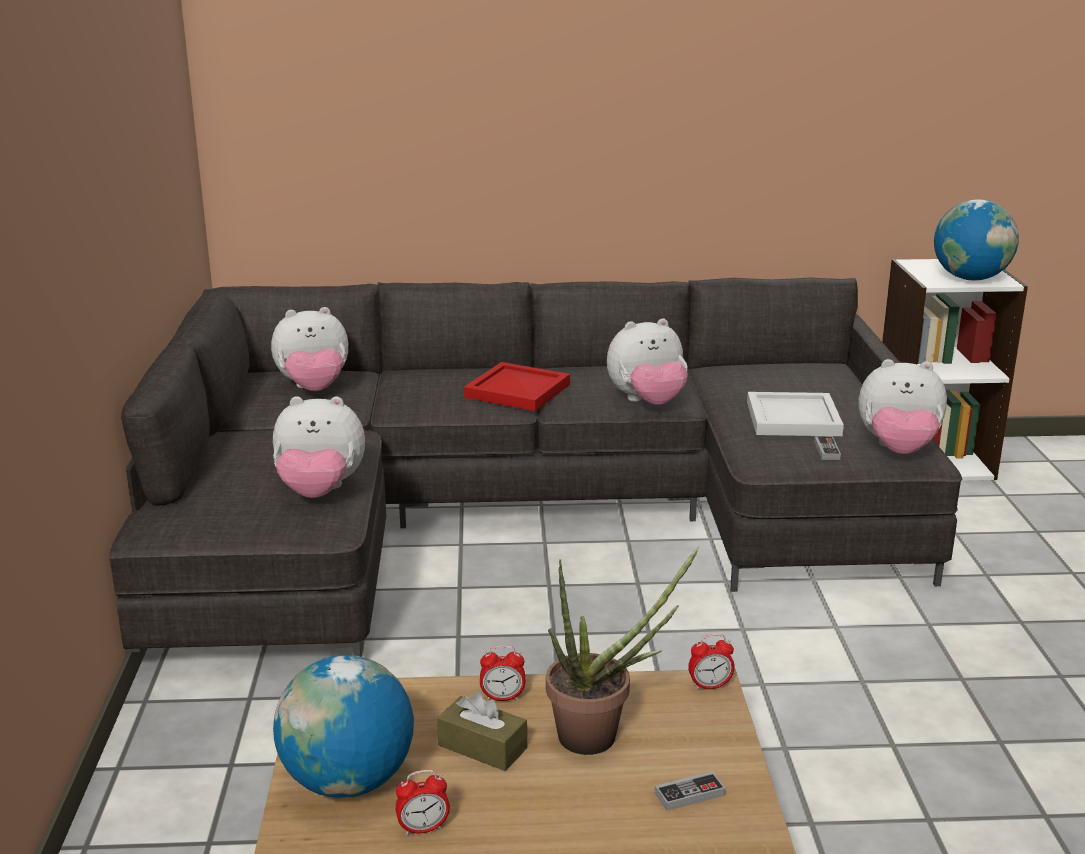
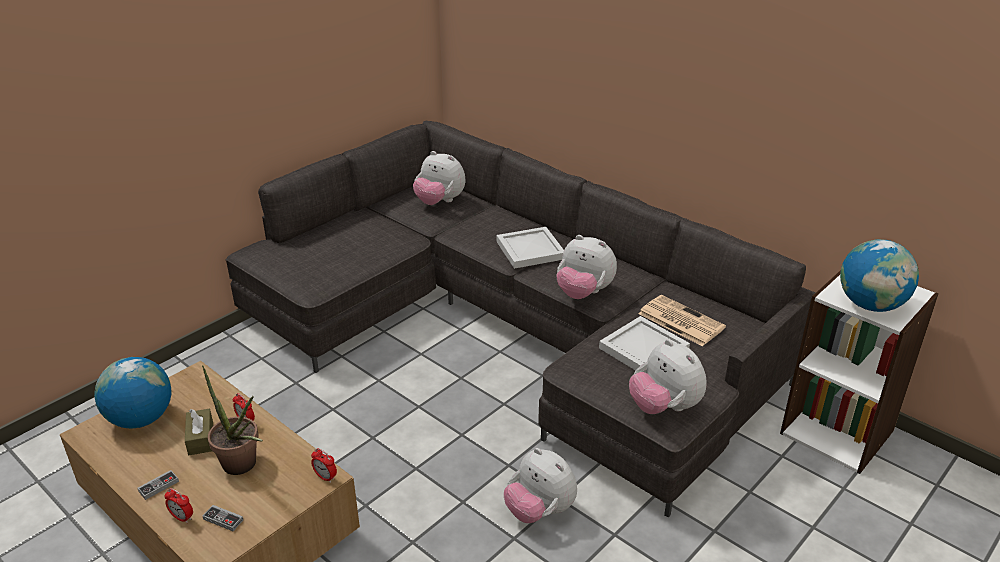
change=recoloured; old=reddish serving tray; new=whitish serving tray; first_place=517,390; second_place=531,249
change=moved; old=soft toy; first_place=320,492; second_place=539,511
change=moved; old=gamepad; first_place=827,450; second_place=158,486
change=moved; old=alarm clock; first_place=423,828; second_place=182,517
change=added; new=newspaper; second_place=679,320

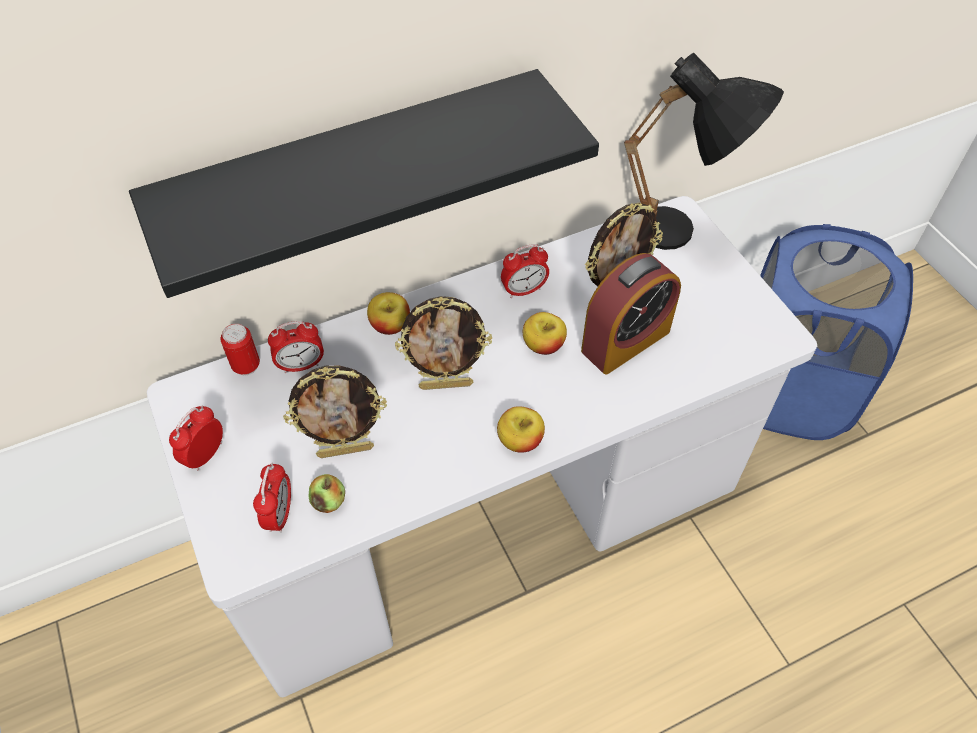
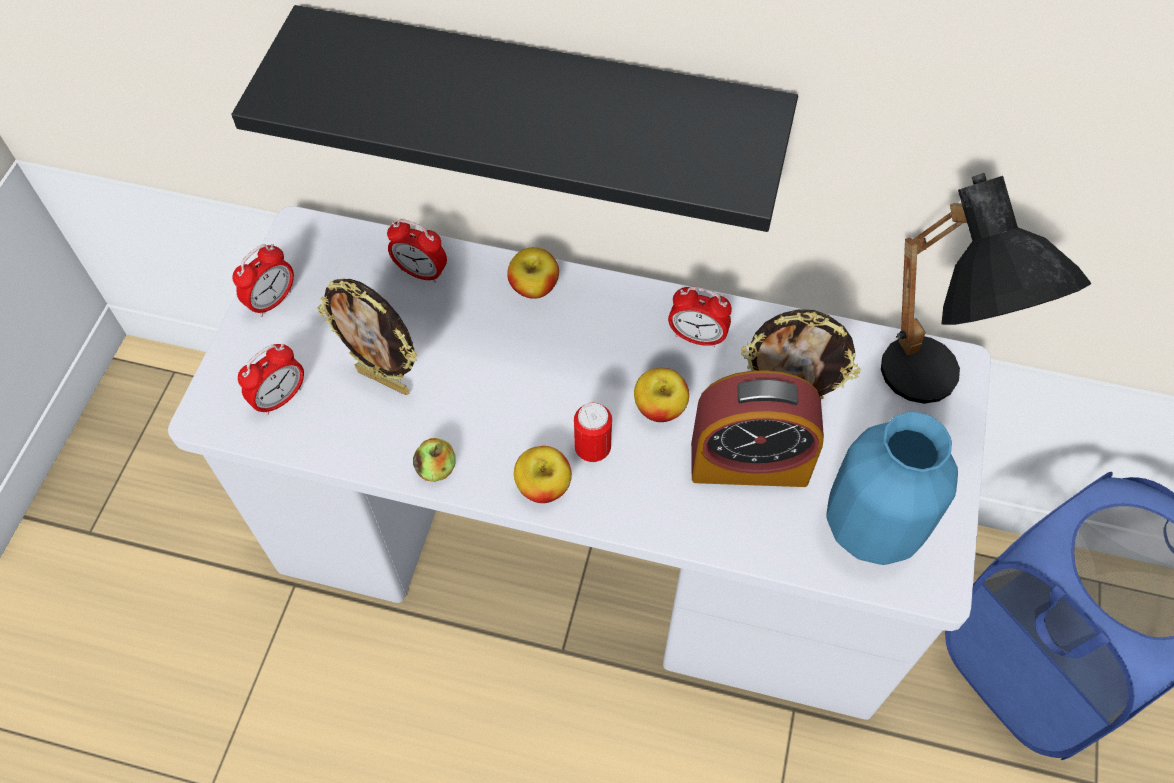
change=removed; old=photo frame; first_place=446,384
change=moved; old=can; first_place=246,366; second_place=592,449
change=turned; old=alarm clock; first_place=205,455; second_place=272,301; degrees=150
change=moved; old=whole apple; first_place=329,501; second_place=437,469
change=added; new=blue decorative vase; second_place=871,524

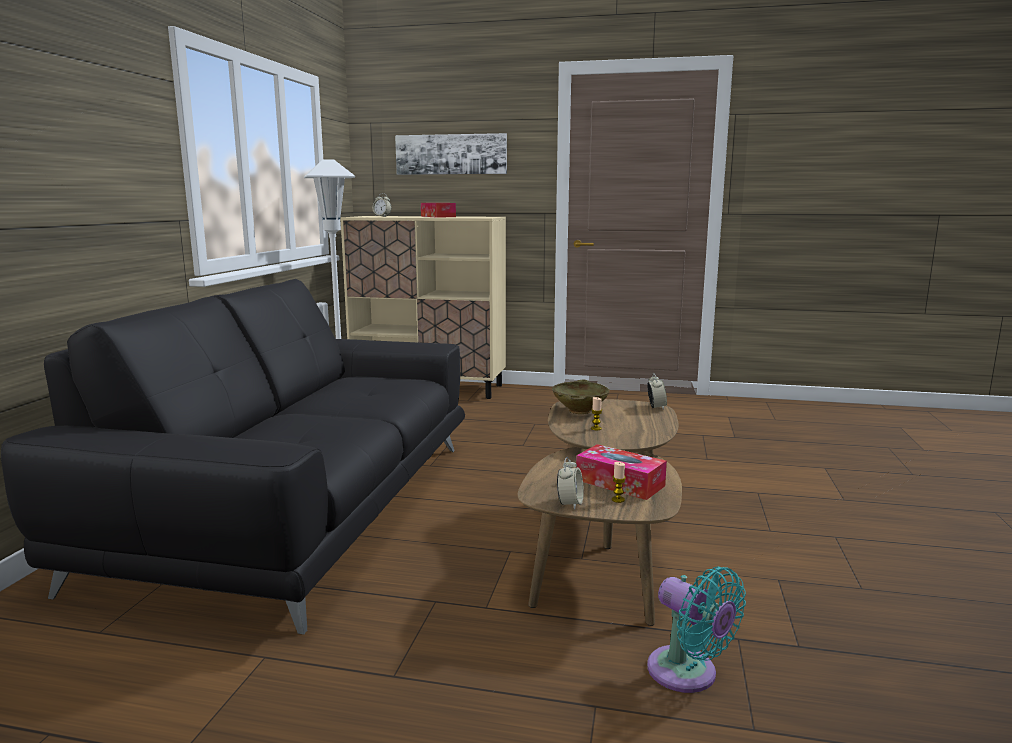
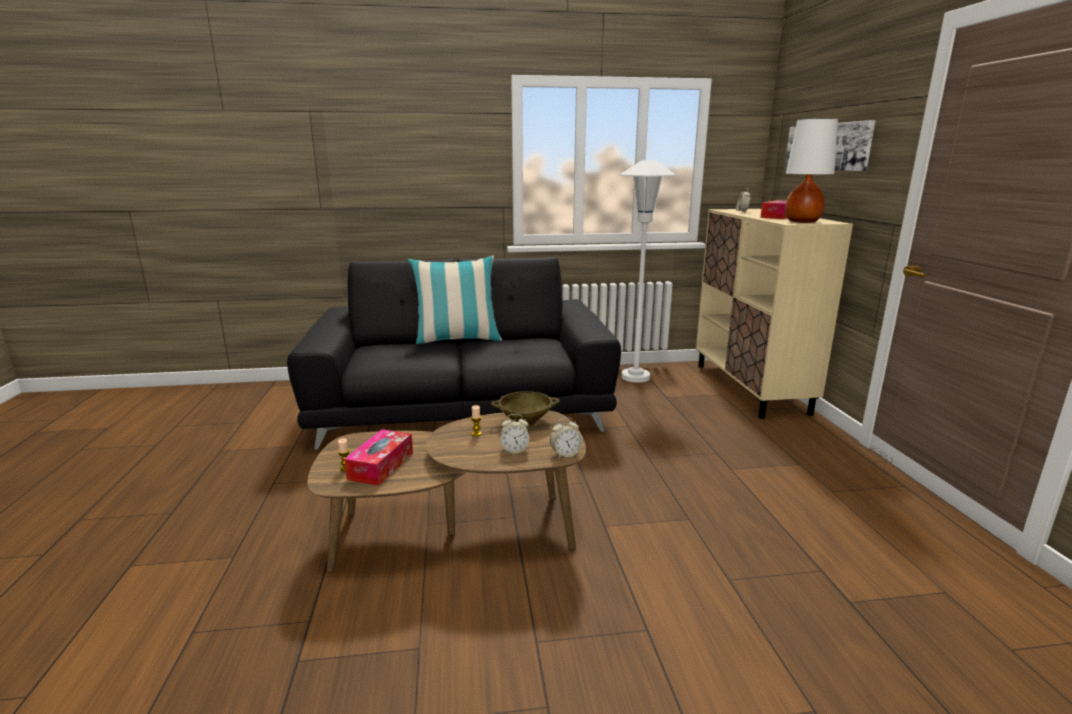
change=moved; old=alarm clock; first_place=570,504; second_place=514,450
change=removed; old=turquoise electric fan; first_place=688,674
change=added; new=whitish tabletop lamp; second_place=802,222
change=added; new=pillow; second_place=457,339

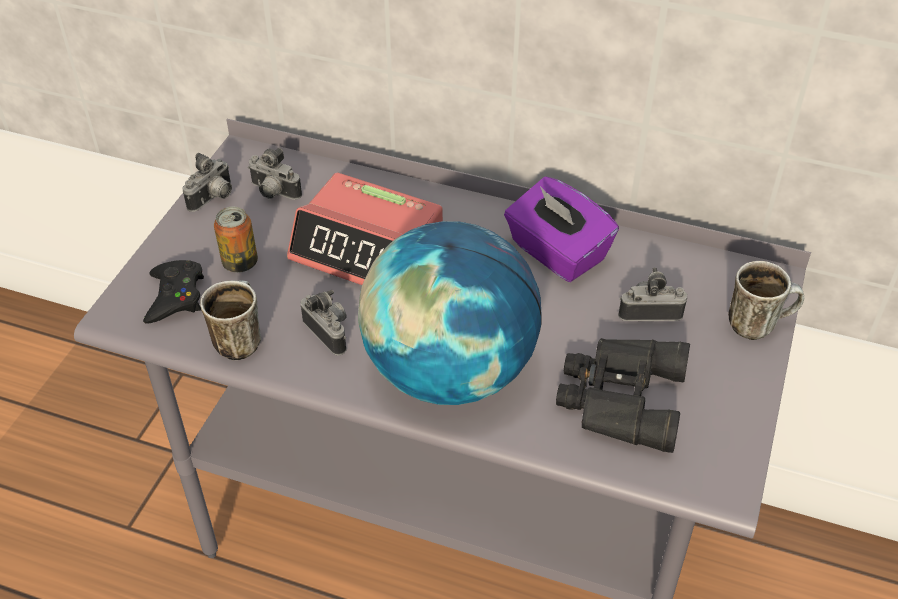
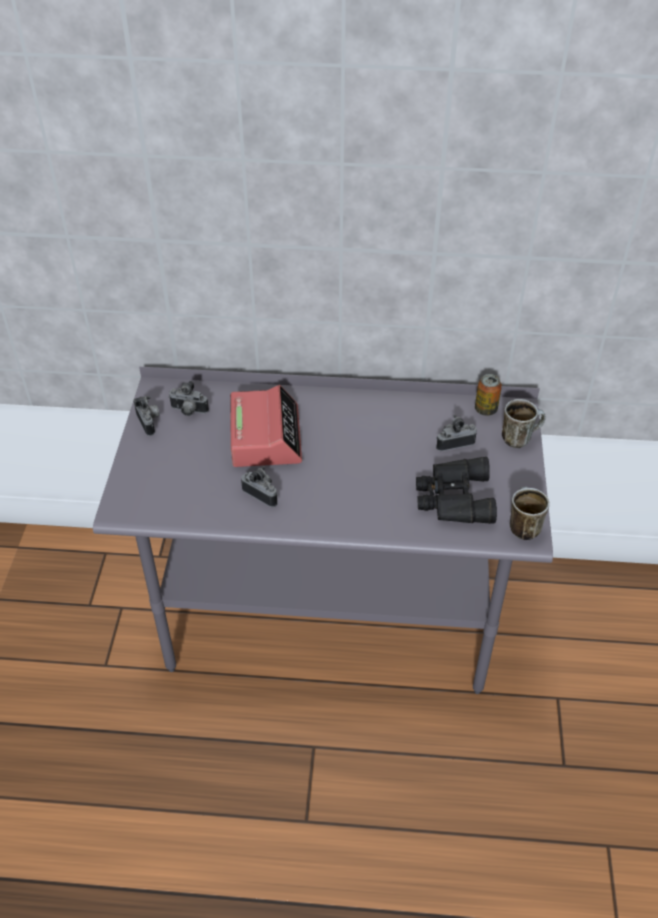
change=turned; old=still camera; first_place=214,199; second_place=149,422; degrees=-45
change=turned; old=alarm clock; first_place=368,248; second_place=265,436; degrees=-105
change=removed; old=purplish tissue holder; first_place=556,253
change=moved; old=can; first_place=240,263; second_place=485,409
change=removed; old=globe; first_place=450,372
change=removed; old=black-coloured gamepad; first_place=175,296
change=moved; old=coffee mug; first_place=238,339; second_place=521,526

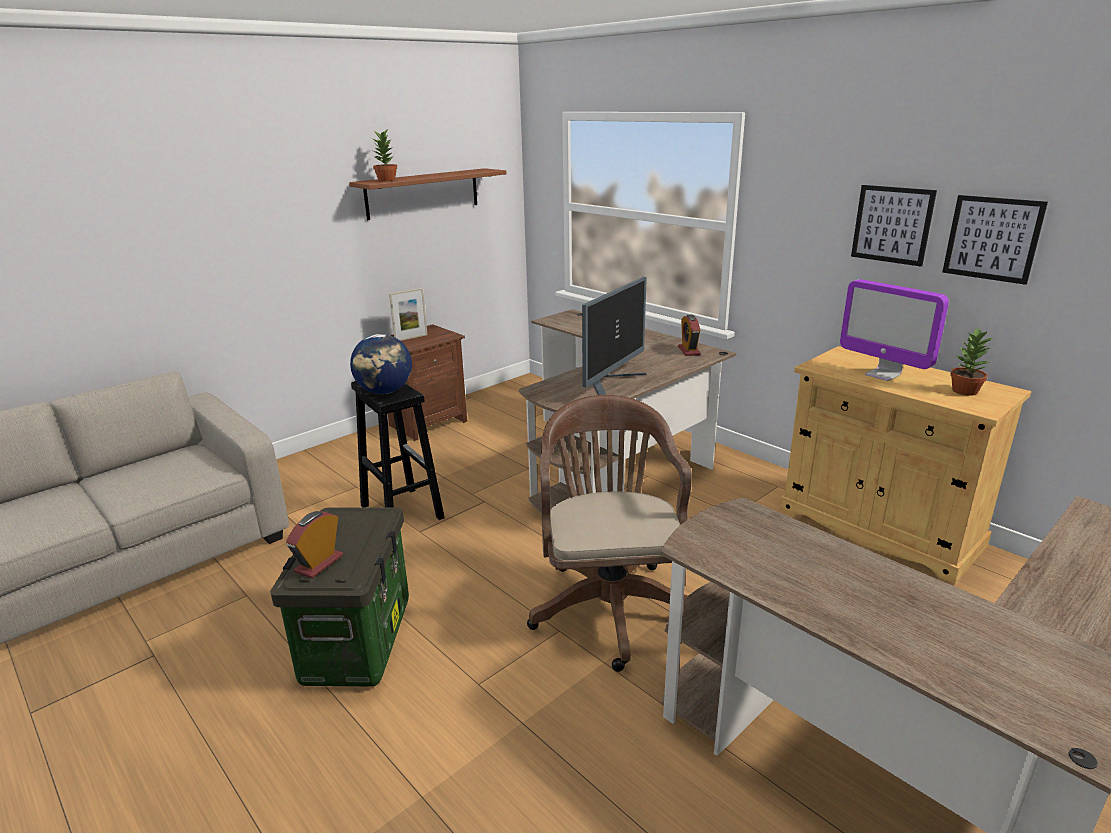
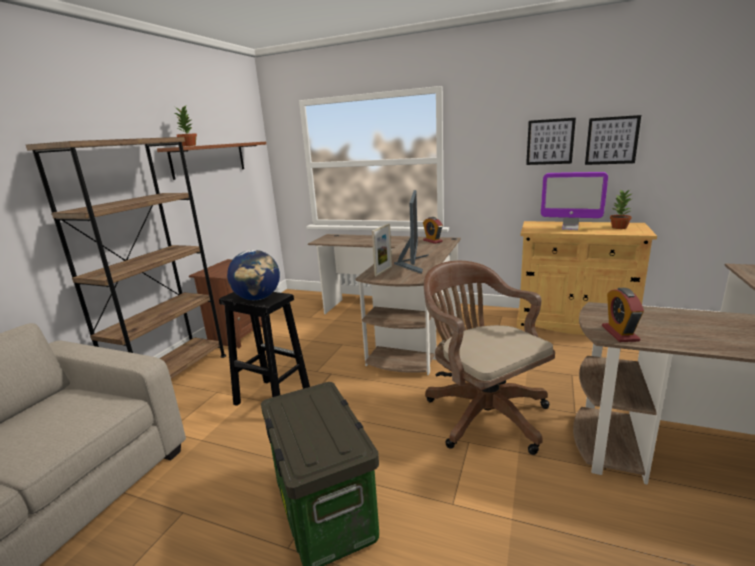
change=moved; old=photo frame; first_place=411,338; second_place=383,271
change=moved; old=alarm clock; first_place=319,564; second_place=620,333
change=added; new=brownish bookshelf; second_place=173,377

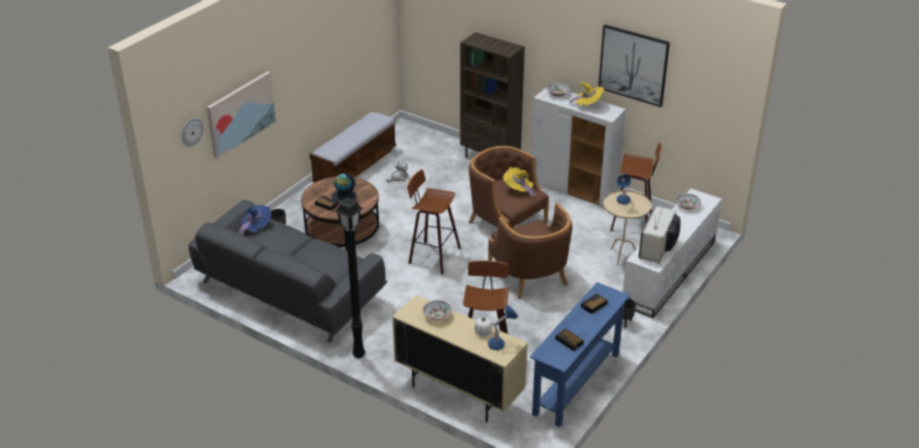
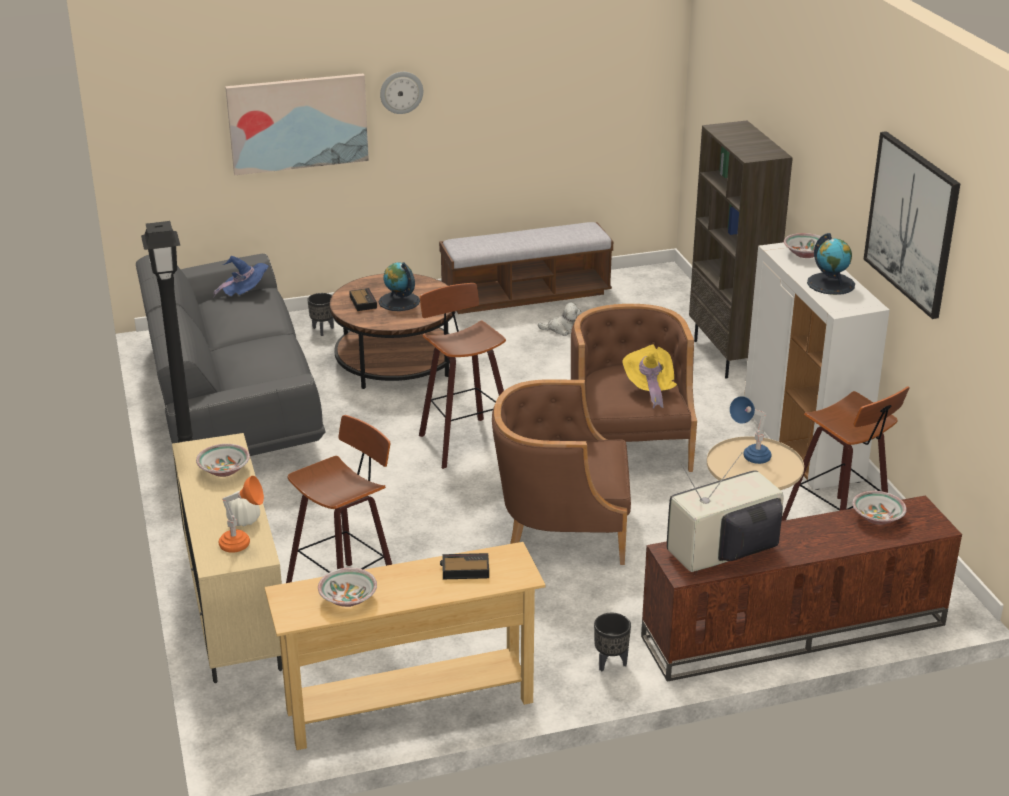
change=replaced; old=yellow-coloured wearable hat; new=globe; first_place=588,105; second_place=831,284
change=moved; old=clock on the wall; first_place=191,131; second_place=401,92
change=recoloured; old=whitish media console; new=brownish media console; first_place=670,273; second_place=793,632
change=turned; old=brownish easy chair; first_place=530,275; second_place=562,527; degrees=75
change=recoloured; old=blue hall table; new=beige-coloured hall table; first_place=577,384; second_place=410,707
change=recoloured; old=blue tabletop lamp; new=orange tabletop lamp; first_place=501,343; second_place=243,546
change=replaced; old=alarm clock; new=serving bowl; first_place=569,342; second_place=348,599

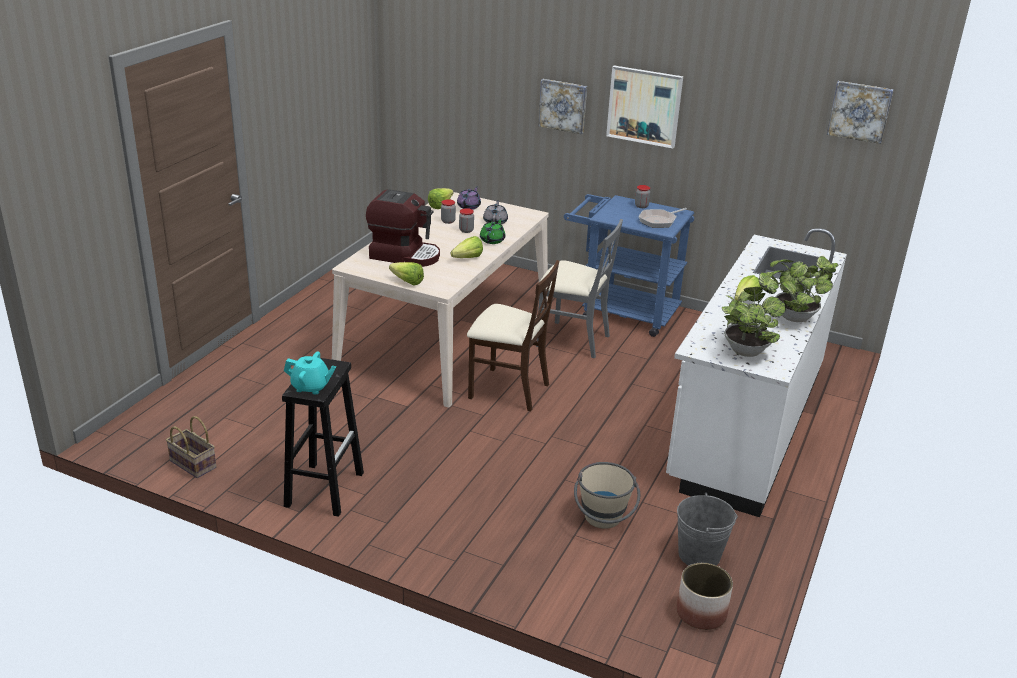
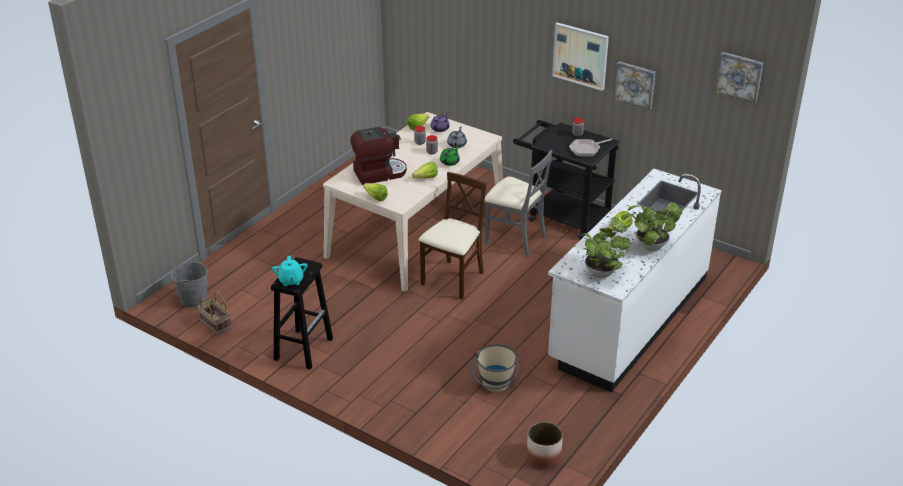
change=moved; old=picture; first_place=563,105; second_place=635,84
change=turned; old=coffee machine; first_place=405,255; second_place=379,173; degrees=-45
change=recoloured; old=blue wheeled cart; new=black-coloured wheeled cart; first_place=621,311; second_place=562,216
change=turned; old=beige-coloured upright chair; first_place=508,390; second_place=453,279; degrees=-90
change=turned; old=turquoise pot for tea; first_place=311,387; second_place=291,281; degrees=60
change=moved; old=gray water bucket; first_place=699,555; second_place=193,299

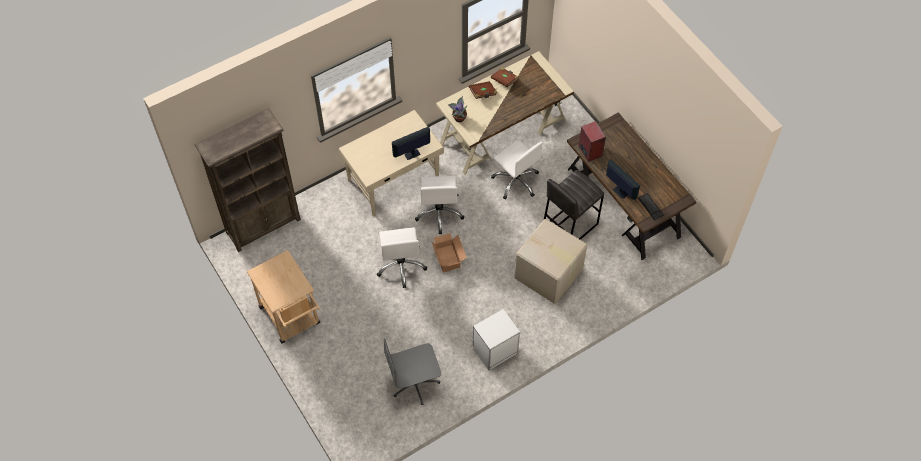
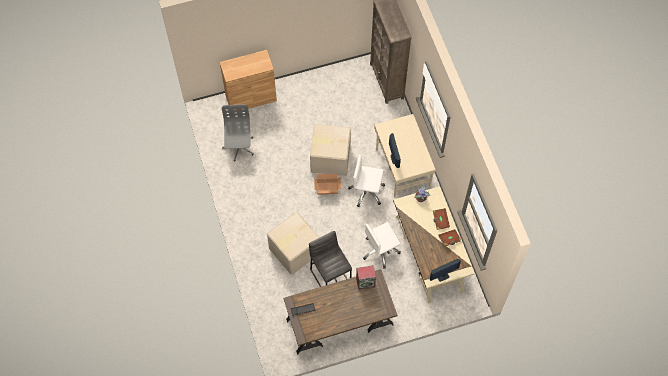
change=moved; old=computer display; first_place=620,192; second_place=443,276
change=replaced; old=whitish computer chair; new=carton; first_place=401,265; second_place=330,158
change=removed; old=beige-coloured wheeled cart; first_place=292,319
change=removed; old=whitish bedside table; first_place=494,350
change=added; new=brownish storage cabinet; second_place=251,97

